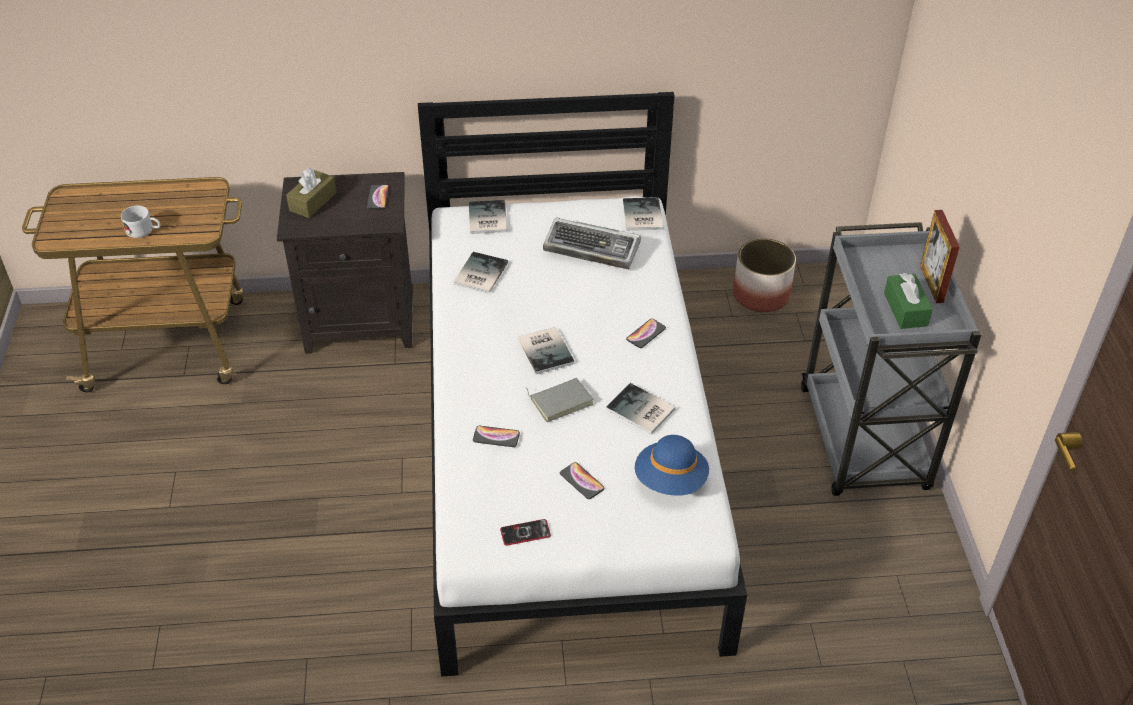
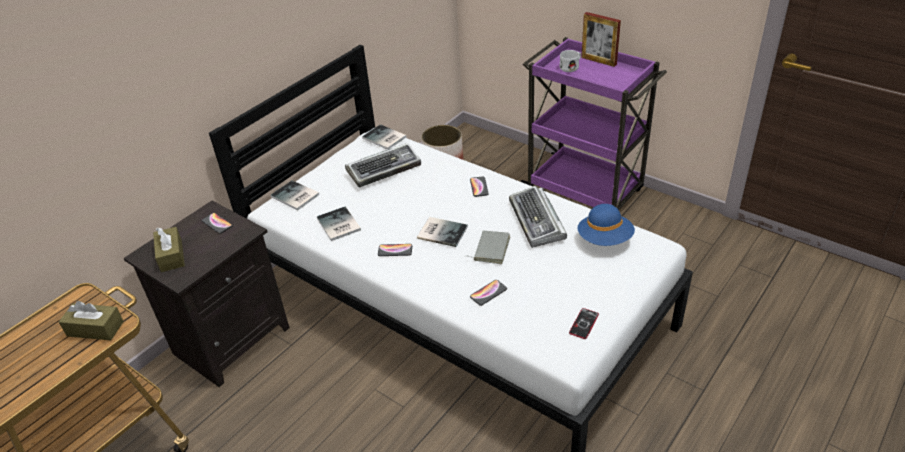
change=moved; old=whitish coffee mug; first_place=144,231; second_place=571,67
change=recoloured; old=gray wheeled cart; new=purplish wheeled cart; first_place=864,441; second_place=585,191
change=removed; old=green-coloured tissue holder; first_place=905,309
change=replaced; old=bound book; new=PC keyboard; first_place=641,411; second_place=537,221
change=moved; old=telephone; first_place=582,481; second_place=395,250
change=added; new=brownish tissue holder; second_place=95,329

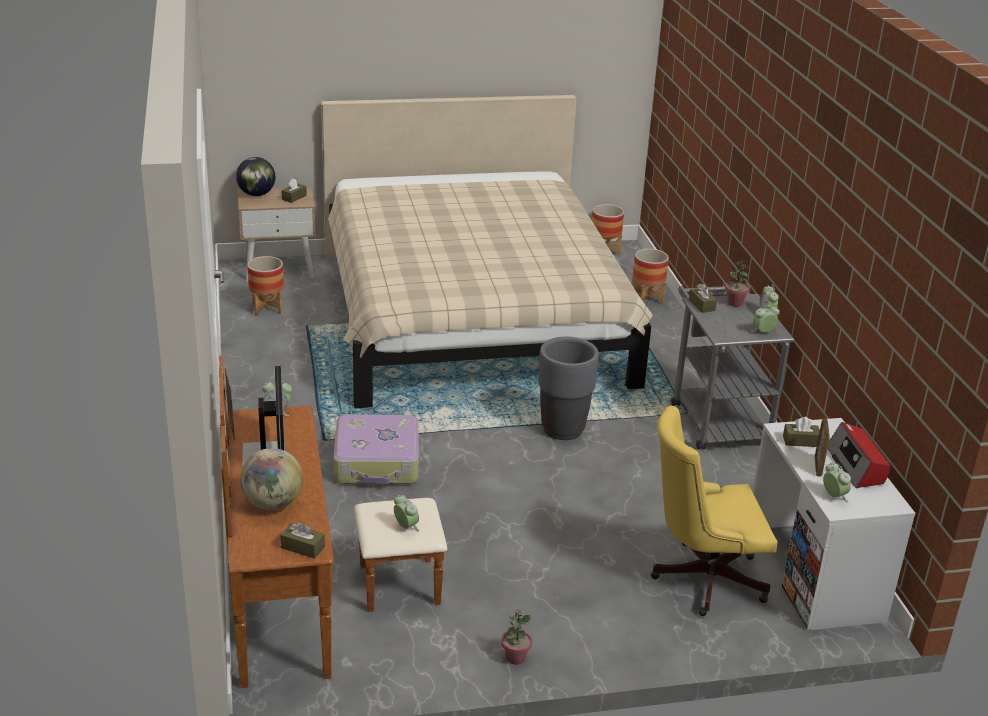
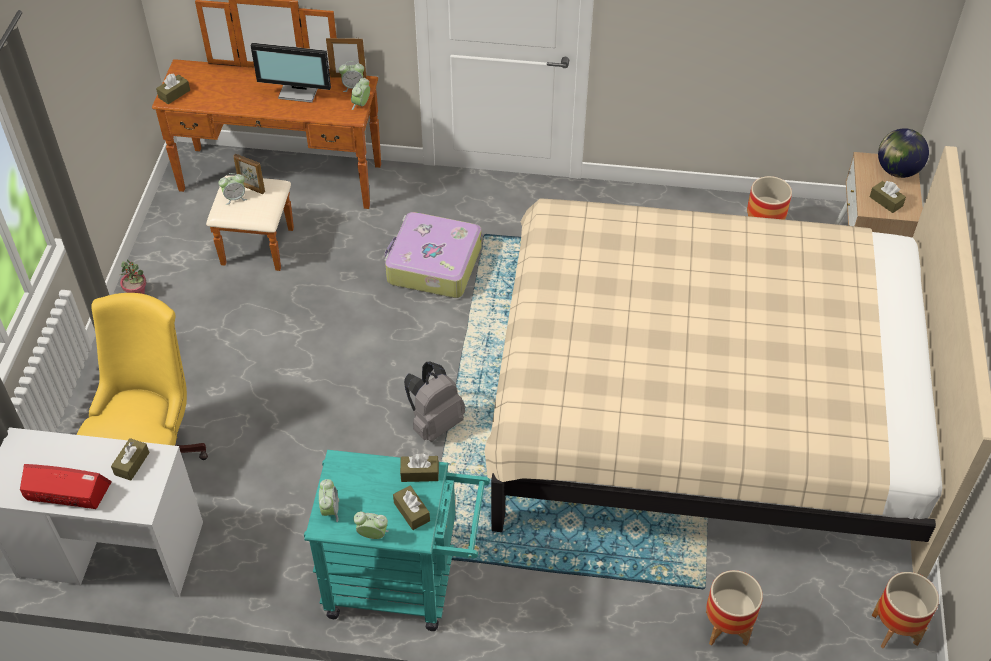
change=replaced; old=plant in a pot; new=brownish tissue holder; first_place=735,303; second_place=411,512
change=recoloured; old=gray wheeled cart; new=turquoise wheeled cart; first_place=716,418; second_place=403,583
change=replaced; old=gray plant pot; new=gray knapsack; first_place=562,429; second_place=434,423
change=moved; old=photo frame; first_place=818,466; second_place=251,188
change=removed; old=globe; first_place=272,503
change=moved; old=alarm clock; first_place=833,496; second_place=353,87

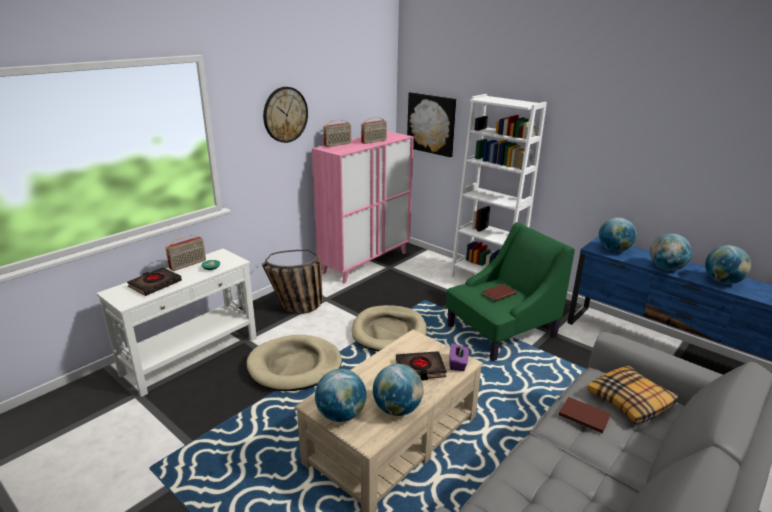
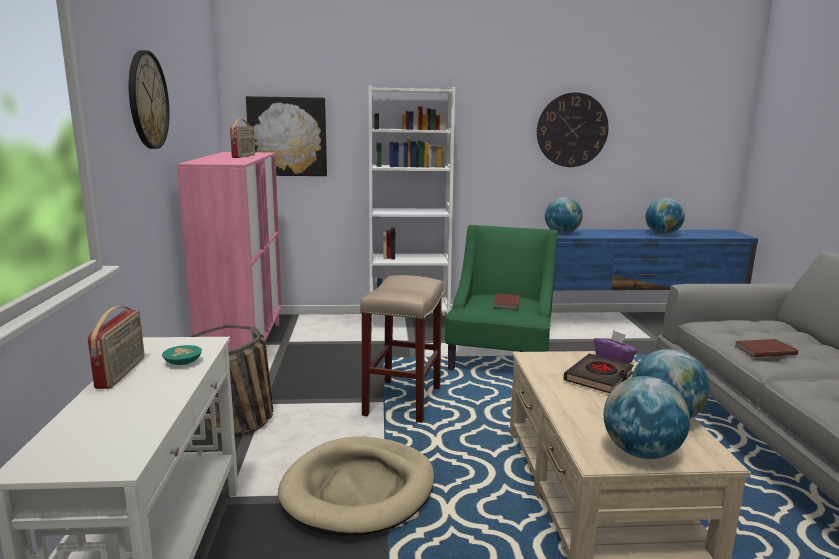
change=removed; old=radio set; first_place=338,144
change=removed; old=globe; first_place=666,268
change=removed; old=black-coloured bound book; first_place=155,284
change=replaced; old=beige-coloured pet bed; new=beige-coloured sitting stool; first_place=389,332; second_place=402,400
change=removed; old=pillow; first_place=630,401
change=added; new=clock on the wall; second_place=572,130

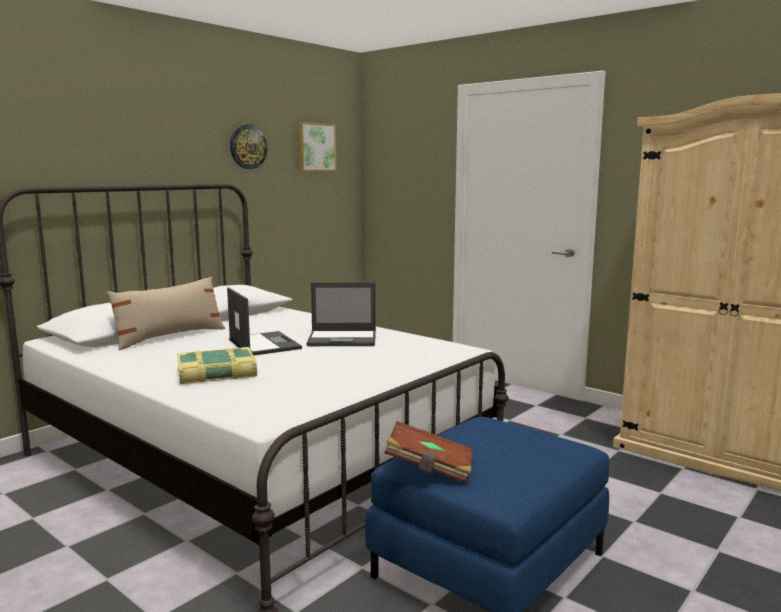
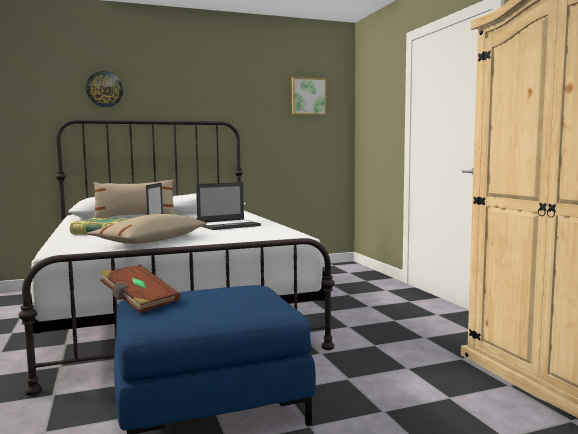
change=moved; old=clock on the wall; first_place=248,147; second_place=104,89
change=turned; old=laptop; first_place=343,339; second_place=229,225; degrees=-60
change=added; new=beige-coloured pillow; second_place=152,241

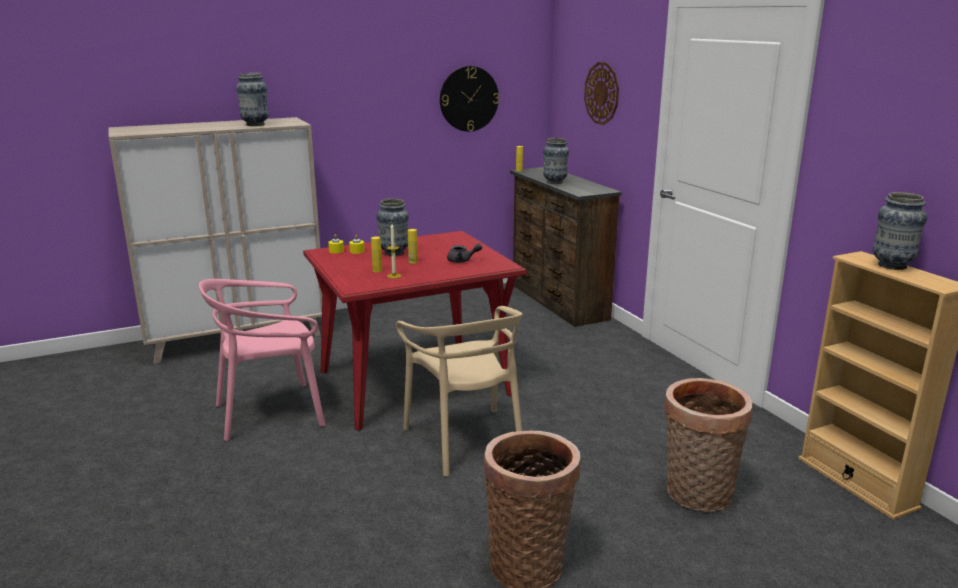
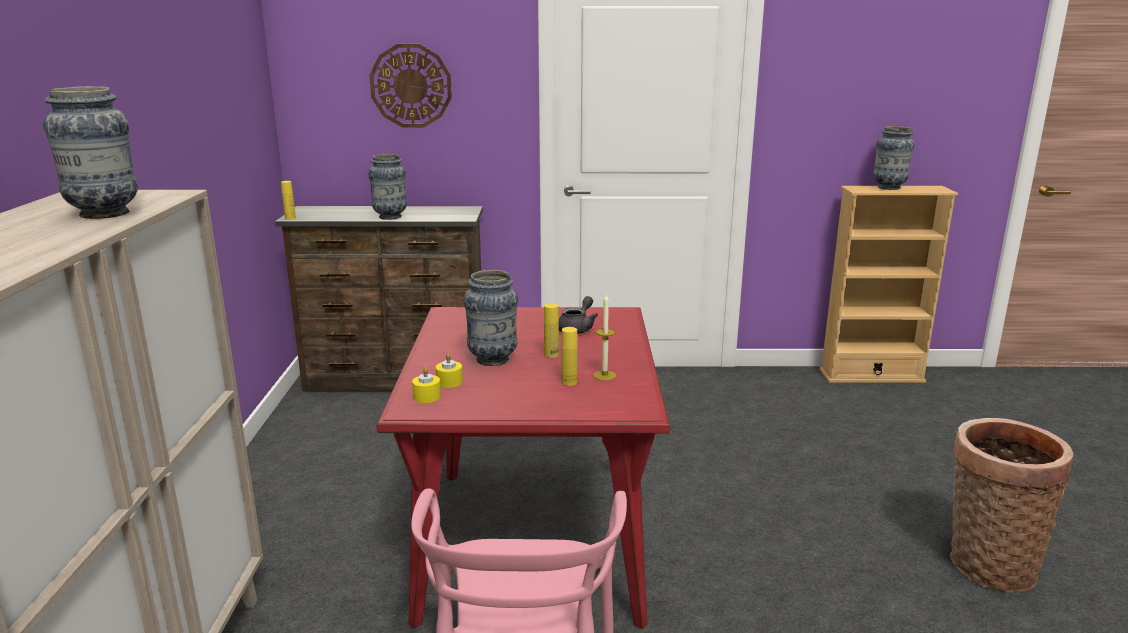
change=removed; old=clock on the wall; first_place=469,99
change=removed; old=beige-coloured upright chair; first_place=466,441
change=removed; old=household basket; first_place=697,496

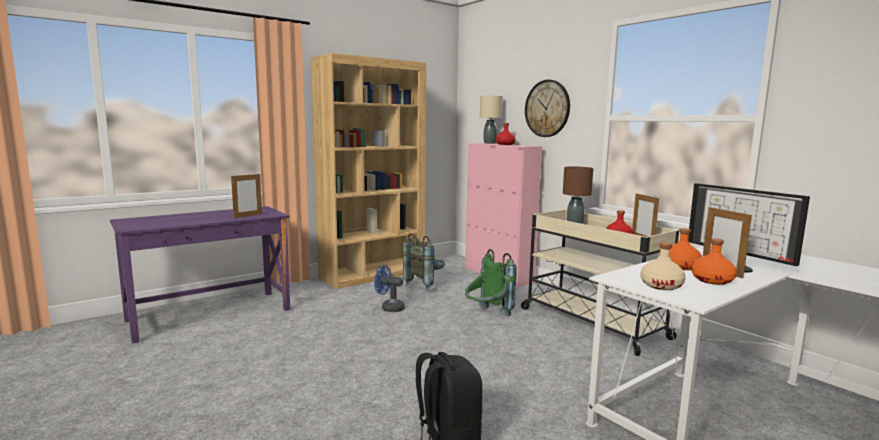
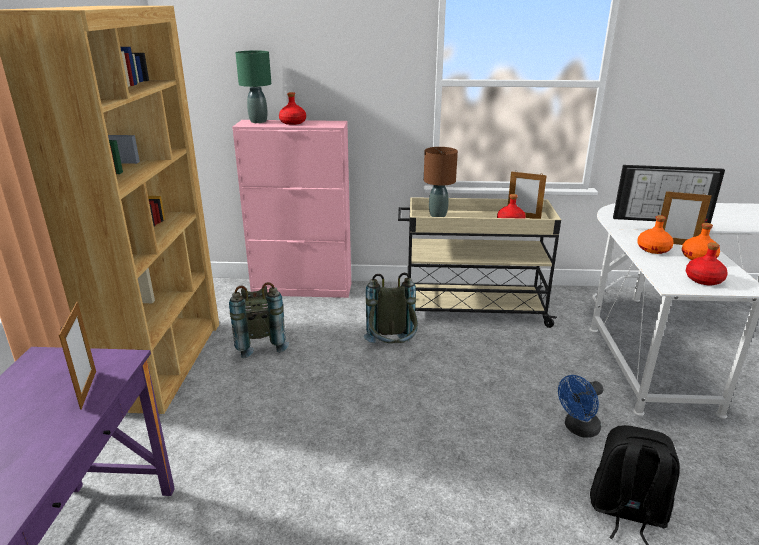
change=removed; old=clock on the wall; first_place=547,108
change=recoloured; old=beige-coloured tabletop lamp; new=green-coloured tabletop lamp; first_place=489,143; second_place=258,121
change=recoloured; old=beige-coloured beverage bottle; new=reddish beverage bottle; first_place=661,285; second_place=703,279
change=recoloured; old=green-coloured knapsack; new=gray knapsack; first_place=487,315; second_place=392,349
change=moved; old=blue electric fan; first_place=389,308; second_place=578,429

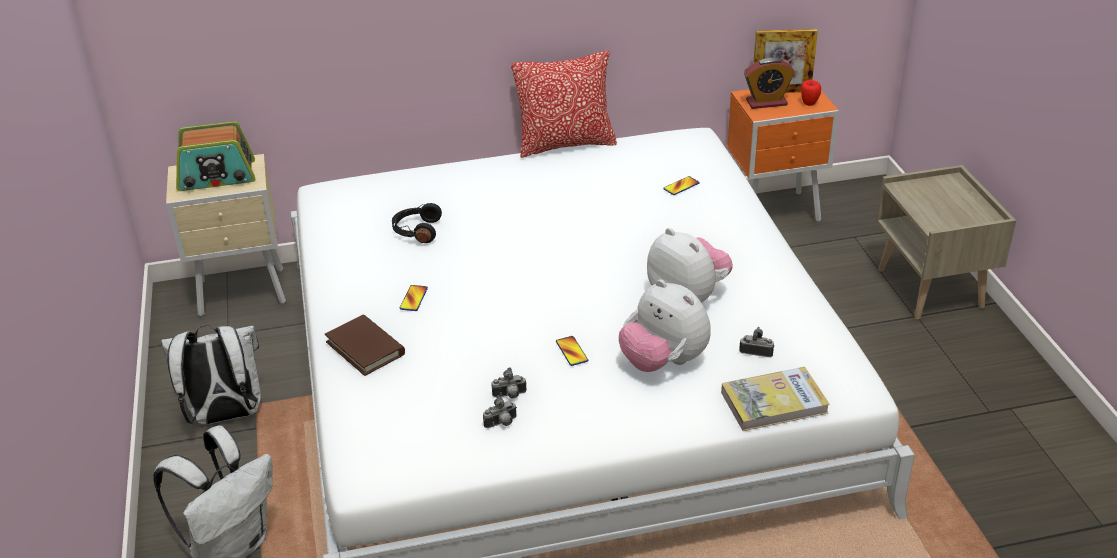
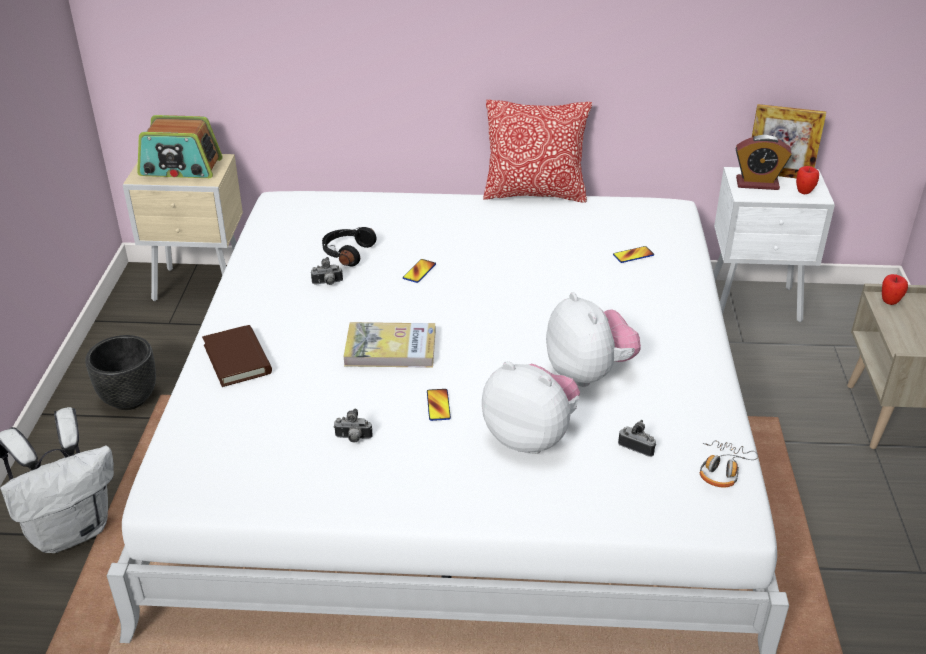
change=recoloured; old=orange bedside table; new=whitish bedside table; first_place=776,213; second_place=756,304
change=turned; old=soft toy; first_place=663,362; second_place=530,437; degrees=150
change=moved; old=telephone; first_place=413,299; second_place=419,271
change=replaced; old=whitish knapsack; new=black-coloured plant pot; first_place=225,416; second_place=129,400
change=moved; old=bound book; first_place=774,402; second_place=390,349
change=moved; old=still camera; first_place=501,424; second_place=327,283
change=added; new=whole apple; second_place=890,301
change=added; new=pair of headphones; second_place=723,470

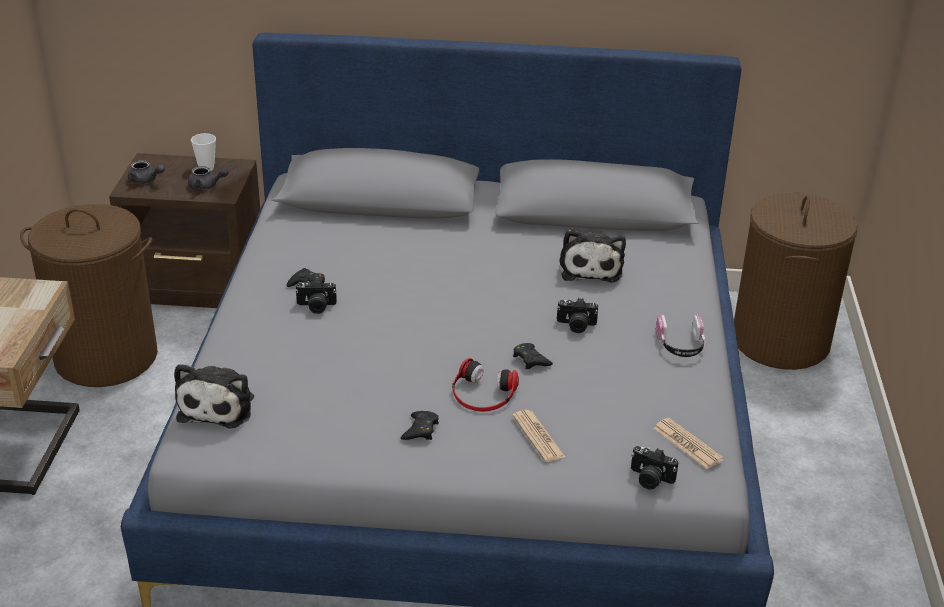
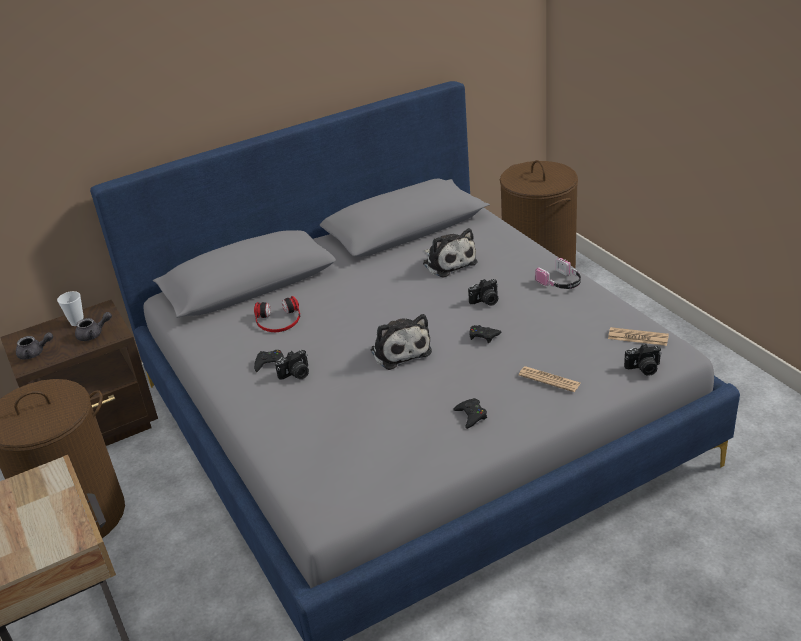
change=moved; old=pair of headphones; first_place=482,393; second_place=278,320
change=moved; old=soft toy; first_place=219,406; second_place=399,350

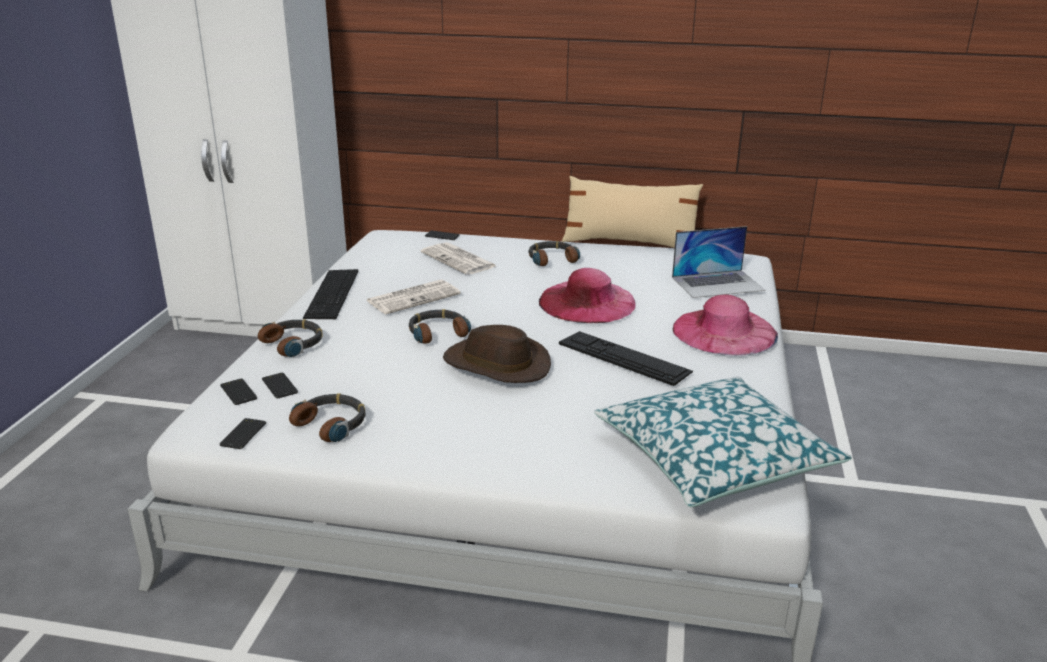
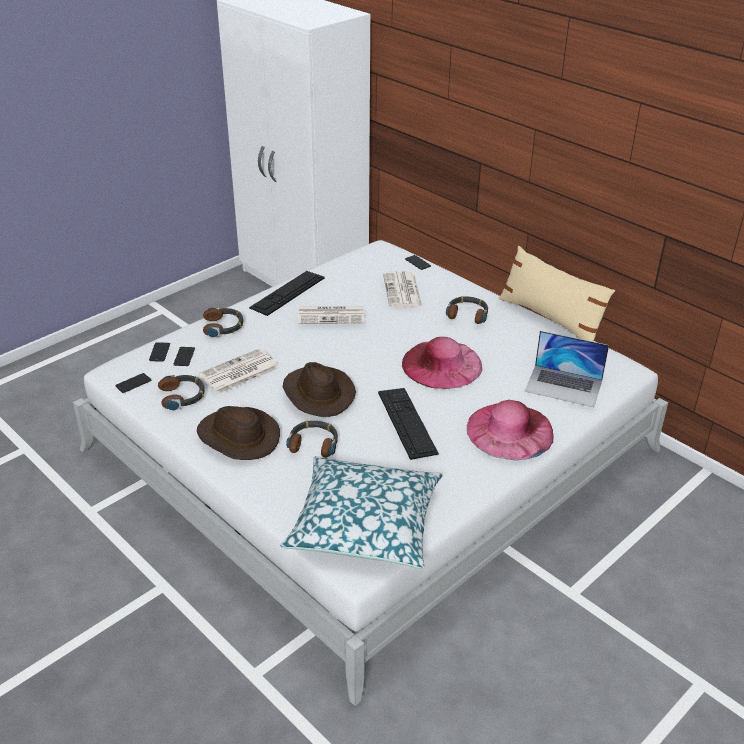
change=moved; old=pair of headphones; first_place=438,332; second_place=314,443
change=added; new=newspaper; second_place=239,372
change=added; new=brownish wearable hat; second_place=237,437

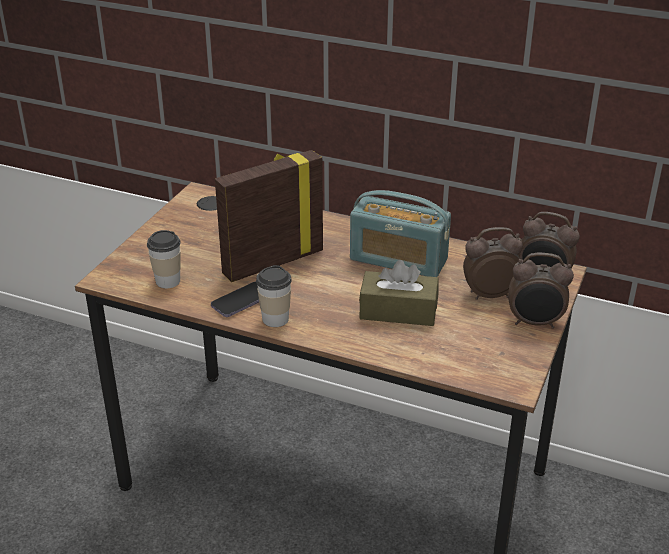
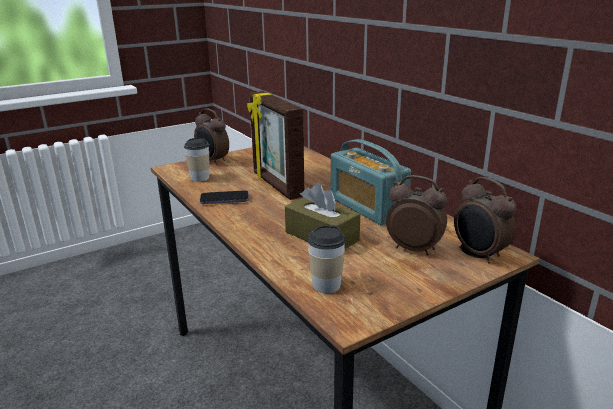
change=turned; old=photo frame; first_place=272,262; second_place=276,185; degrees=-120
change=moved; old=alarm clock; first_place=535,323; second_place=212,161
change=moved; old=cup; first_place=275,319; second_place=326,285

